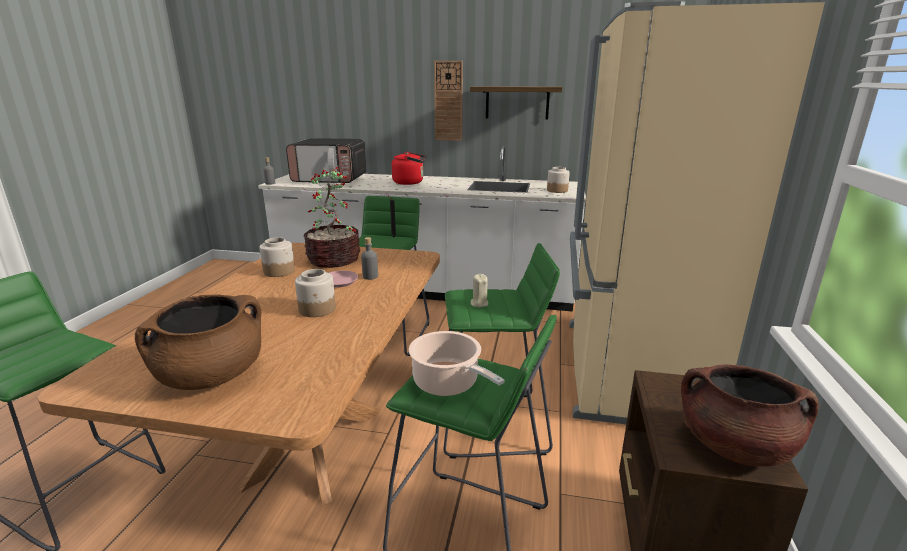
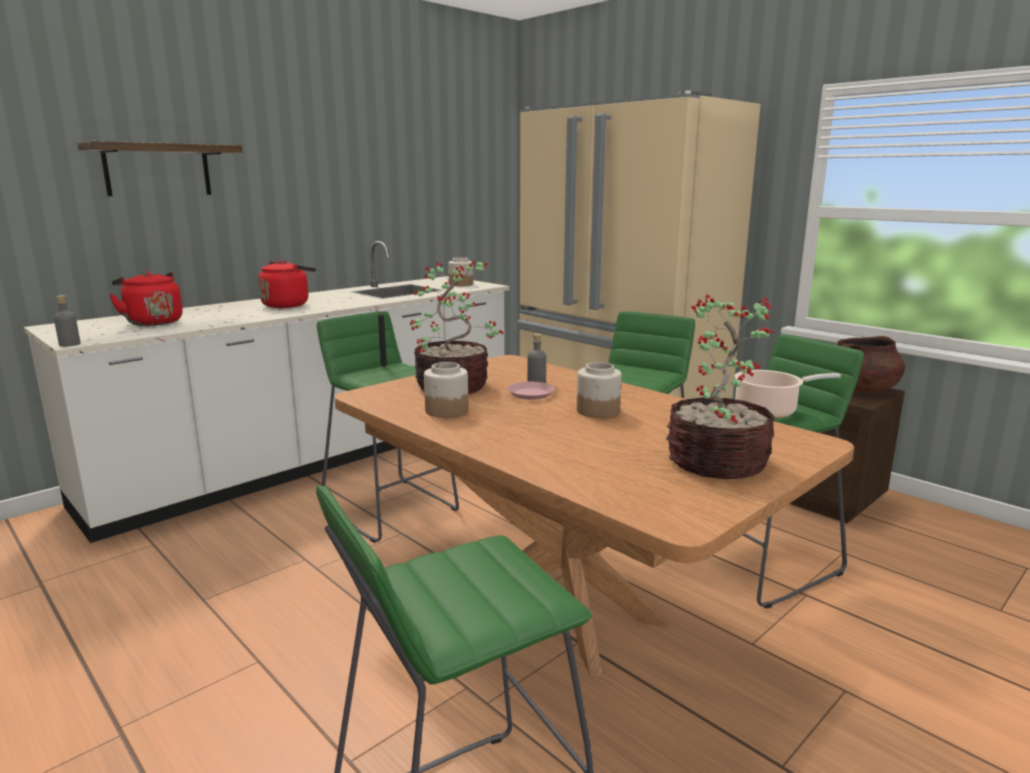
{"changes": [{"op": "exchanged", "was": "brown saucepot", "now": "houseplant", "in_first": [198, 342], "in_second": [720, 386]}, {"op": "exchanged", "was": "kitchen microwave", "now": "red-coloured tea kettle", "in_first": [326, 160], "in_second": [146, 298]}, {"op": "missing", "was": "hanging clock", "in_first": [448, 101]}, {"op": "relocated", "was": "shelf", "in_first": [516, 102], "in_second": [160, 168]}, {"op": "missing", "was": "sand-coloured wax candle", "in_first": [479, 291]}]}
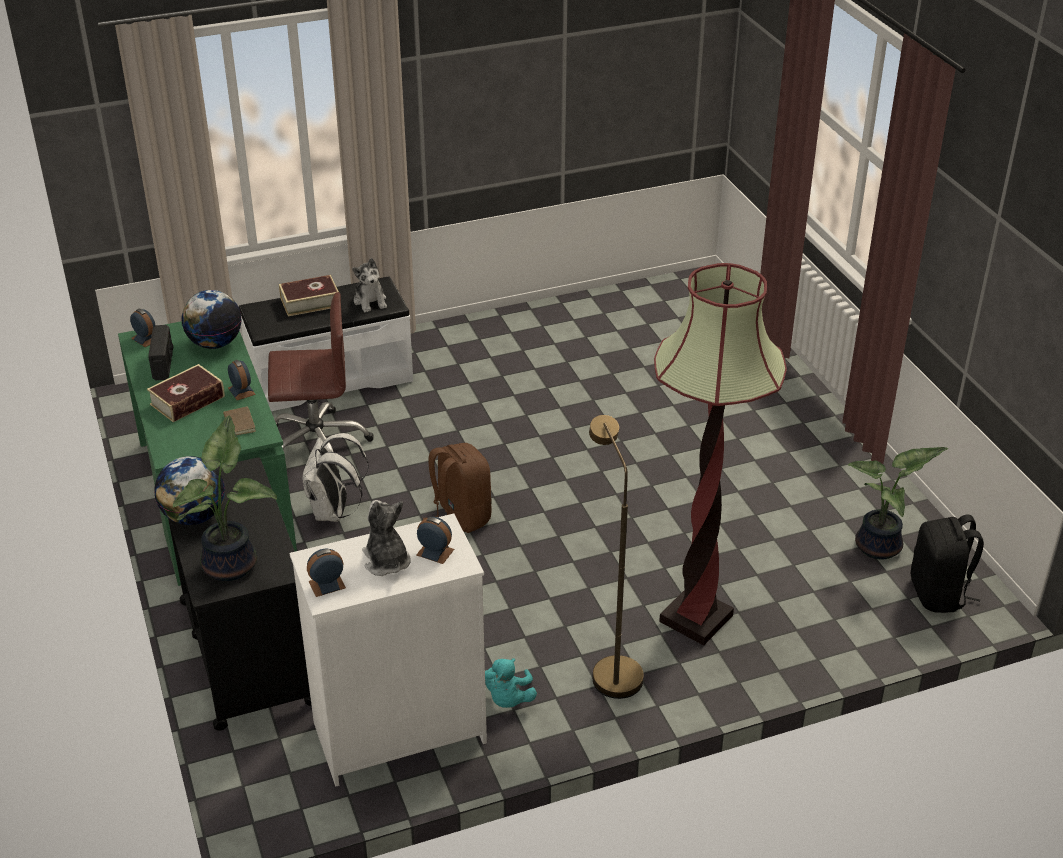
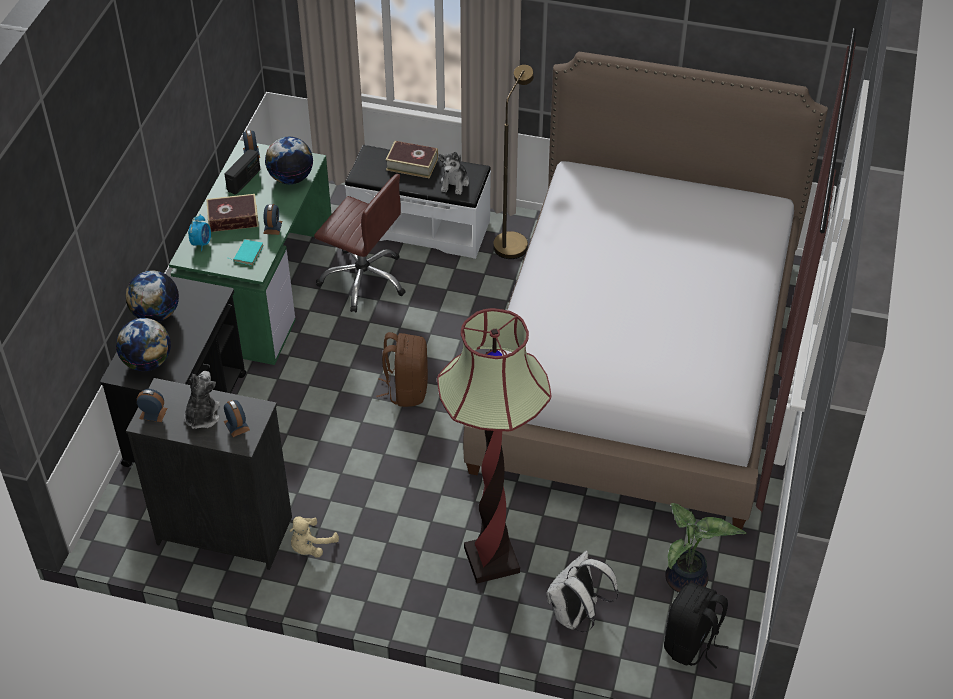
{"changes": [{"op": "exchanged", "was": "houseplant", "now": "world globe", "in_first": [225, 498], "in_second": [143, 344]}, {"op": "colour", "was": "brown volume", "now": "turquoise volume", "in_first": [239, 420], "in_second": [247, 253]}, {"op": "colour", "was": "white-coloured chest of drawers", "now": "black-coloured chest of drawers", "in_first": [388, 650], "in_second": [209, 474]}, {"op": "relocated", "was": "white-coloured rucksack", "in_first": [336, 477], "in_second": [582, 591]}, {"op": "colour", "was": "turquoise soft toy", "now": "sand-coloured soft toy", "in_first": [511, 683], "in_second": [314, 536]}, {"op": "relocated", "was": "brown floor lamp", "in_first": [616, 557], "in_second": [513, 162]}, {"op": "appeared", "now": "table clock", "in_second": [199, 232]}, {"op": "appeared", "now": "bed", "in_second": [645, 290]}]}
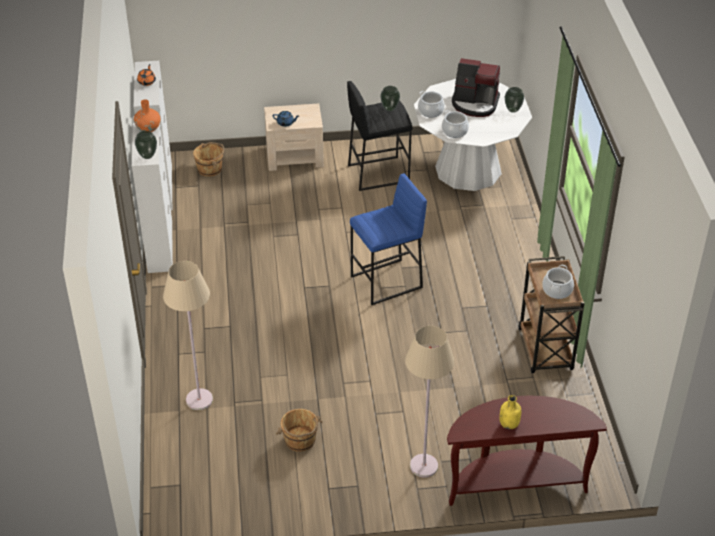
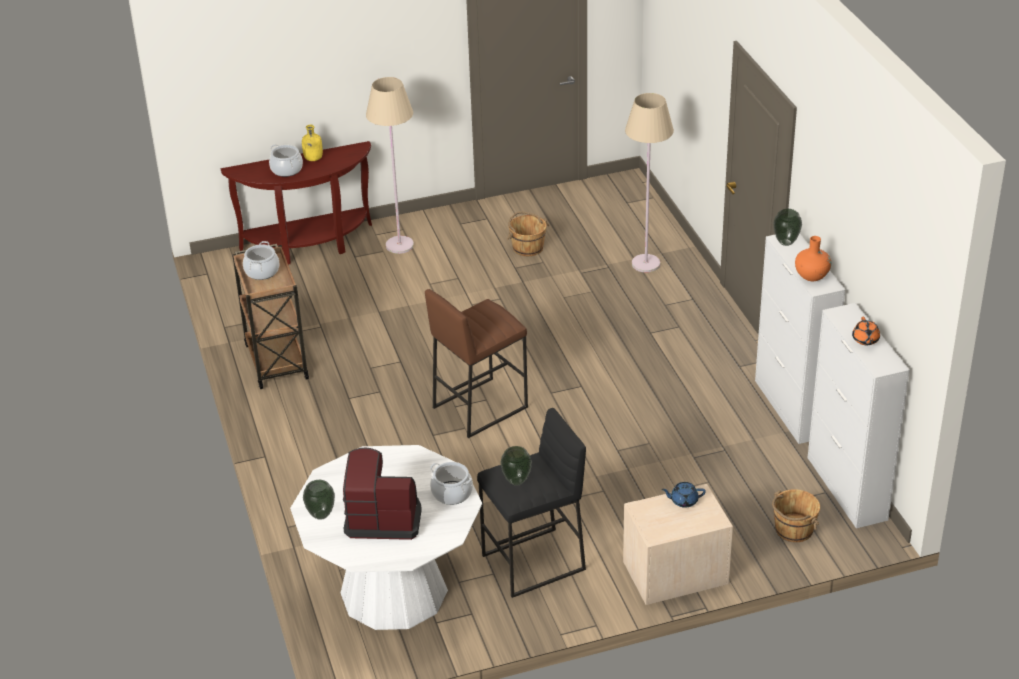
{"changes": [{"op": "colour", "was": "blue-coloured sitting stool", "now": "brown sitting stool", "in_first": [388, 239], "in_second": [476, 363]}, {"op": "relocated", "was": "saucepot", "in_first": [455, 124], "in_second": [286, 161]}]}
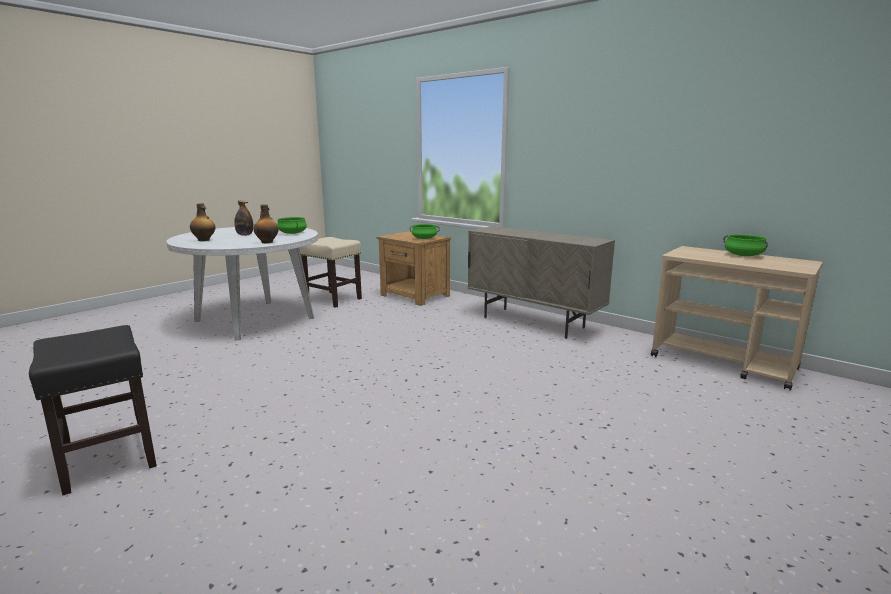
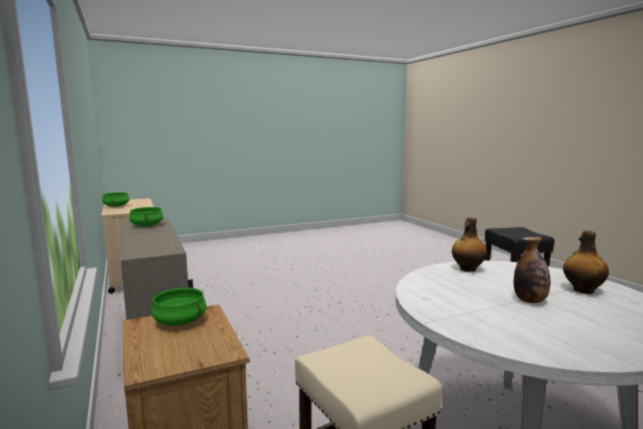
{"changes": [{"op": "relocated", "was": "greenish saucepot", "in_first": [292, 225], "in_second": [146, 216]}]}
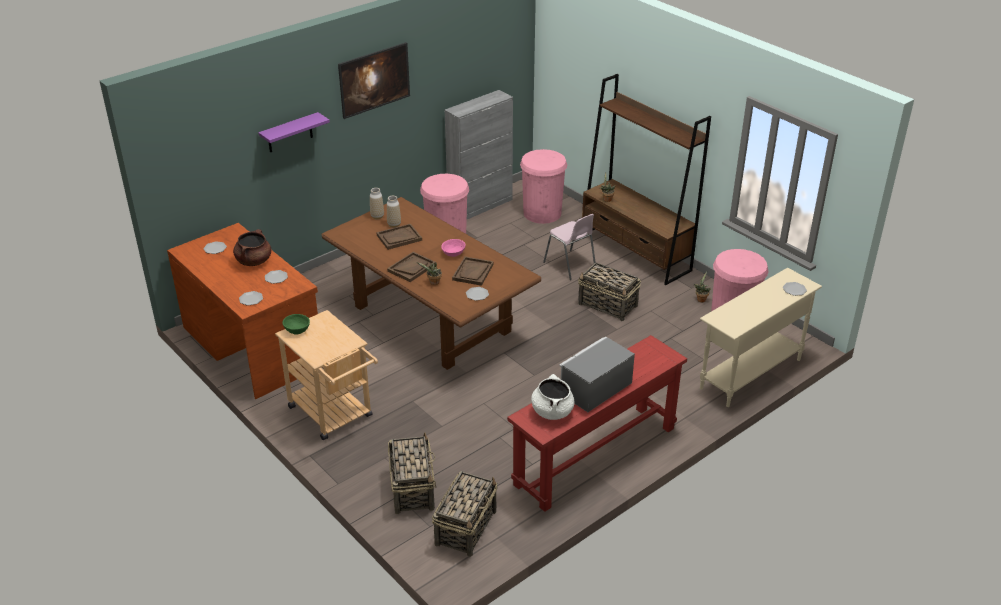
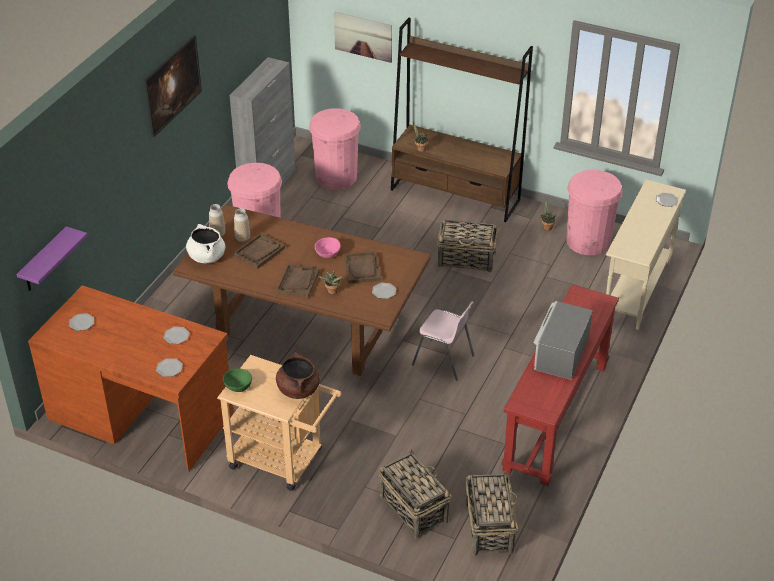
{"changes": [{"op": "relocated", "was": "brown saucepot", "in_first": [252, 247], "in_second": [298, 375]}, {"op": "relocated", "was": "purple-coloured shelf", "in_first": [294, 132], "in_second": [52, 258]}, {"op": "relocated", "was": "white-coloured saucepot", "in_first": [552, 397], "in_second": [205, 243]}, {"op": "relocated", "was": "pink upright chair", "in_first": [569, 247], "in_second": [443, 341]}, {"op": "appeared", "now": "wall picture", "in_second": [363, 37]}]}
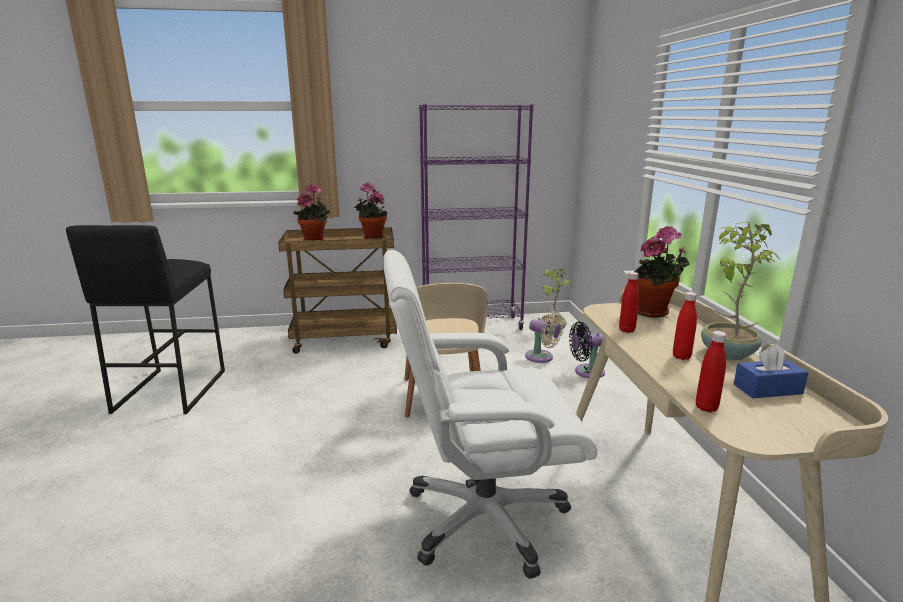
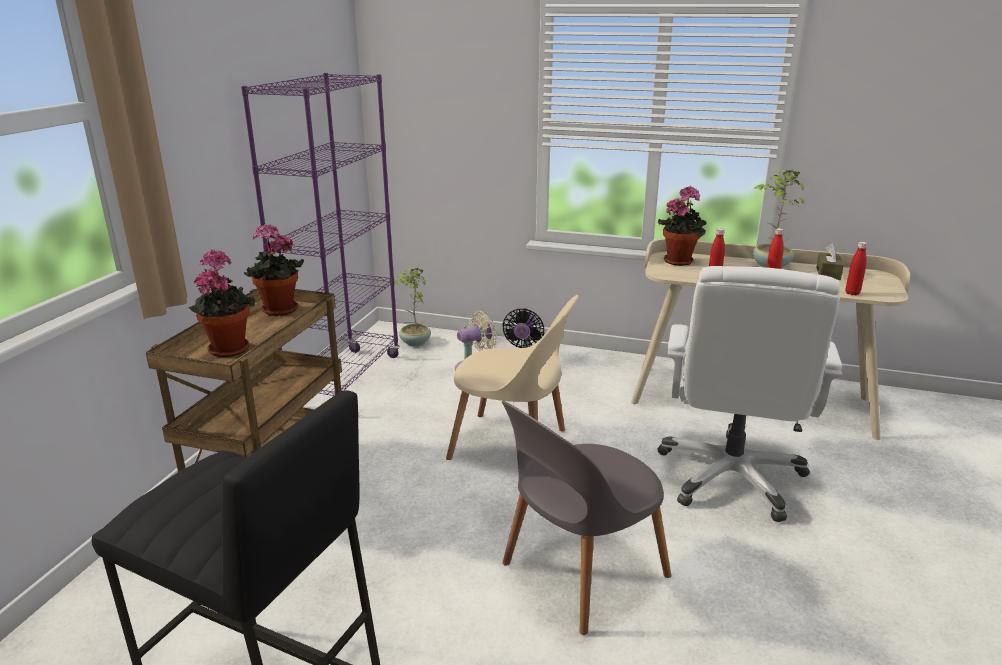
{"changes": [{"op": "colour", "was": "blue-coloured box of tissues", "now": "brown box of tissues", "in_first": [771, 371], "in_second": [830, 261]}, {"op": "appeared", "now": "greyish upright chair", "in_second": [586, 517]}]}
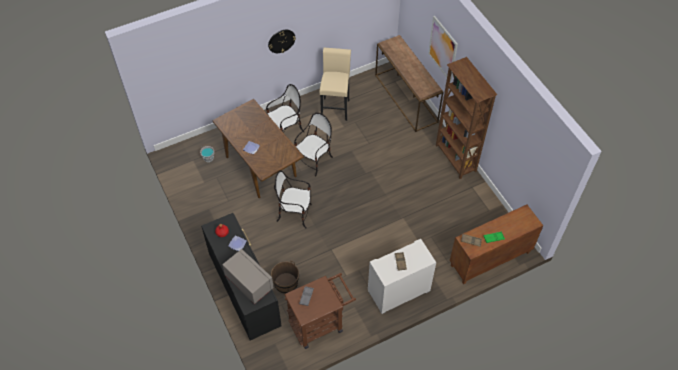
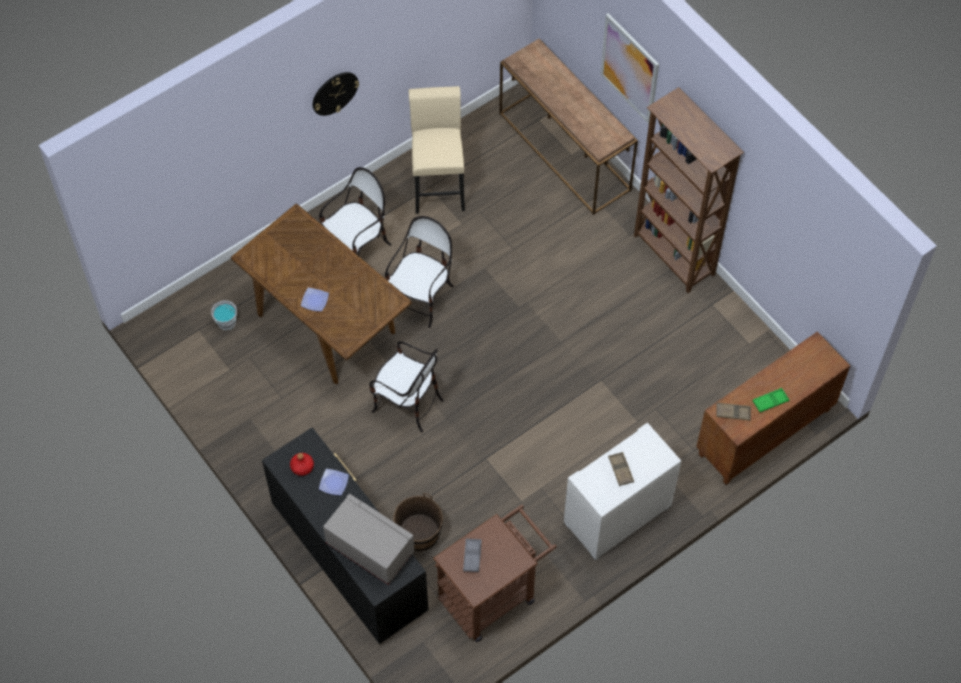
{"changes": [{"op": "spun", "was": "upright chair", "in_first": [293, 199], "in_second": [406, 386], "clockwise": -150}]}
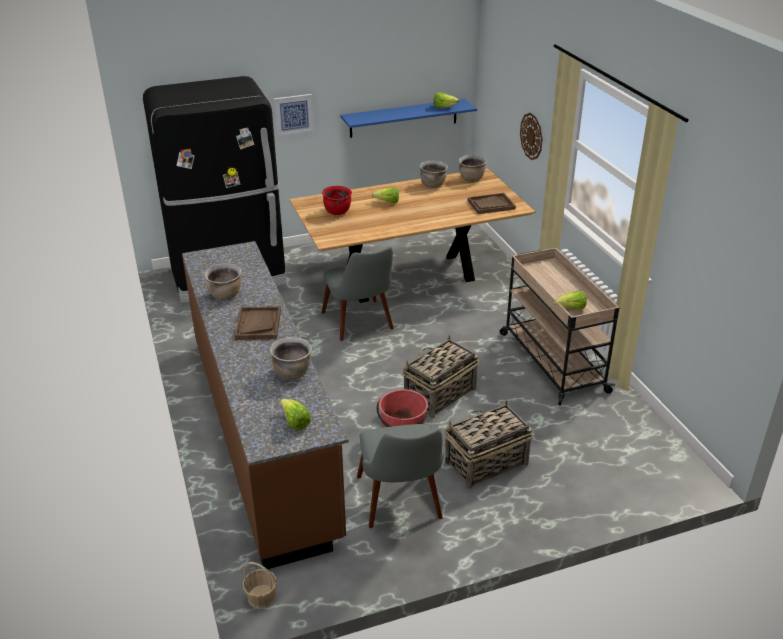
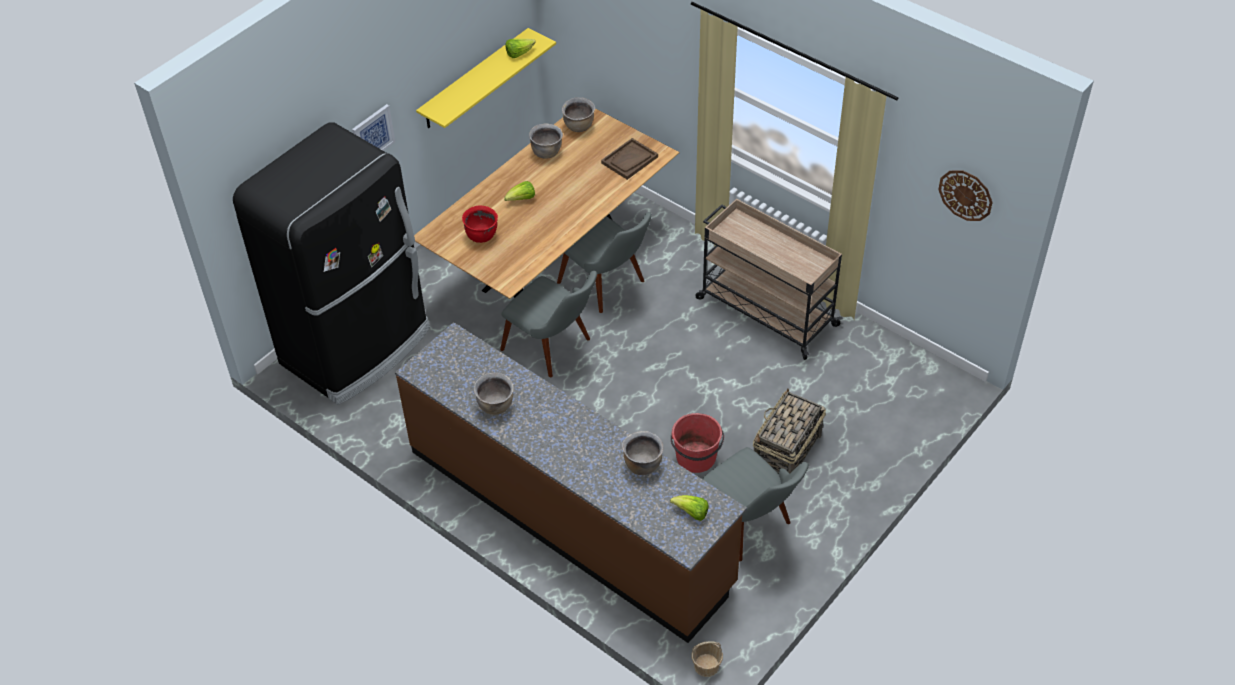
{"changes": [{"op": "missing", "was": "brown tray", "in_first": [258, 323]}, {"op": "colour", "was": "blue-coloured shelf", "now": "yellow shelf", "in_first": [408, 118], "in_second": [486, 78]}, {"op": "missing", "was": "storage basket", "in_first": [441, 376]}, {"op": "relocated", "was": "hanging clock", "in_first": [531, 136], "in_second": [965, 195]}, {"op": "missing", "was": "head of lettuce", "in_first": [570, 300]}, {"op": "appeared", "now": "greyish upright chair", "in_second": [604, 262]}]}
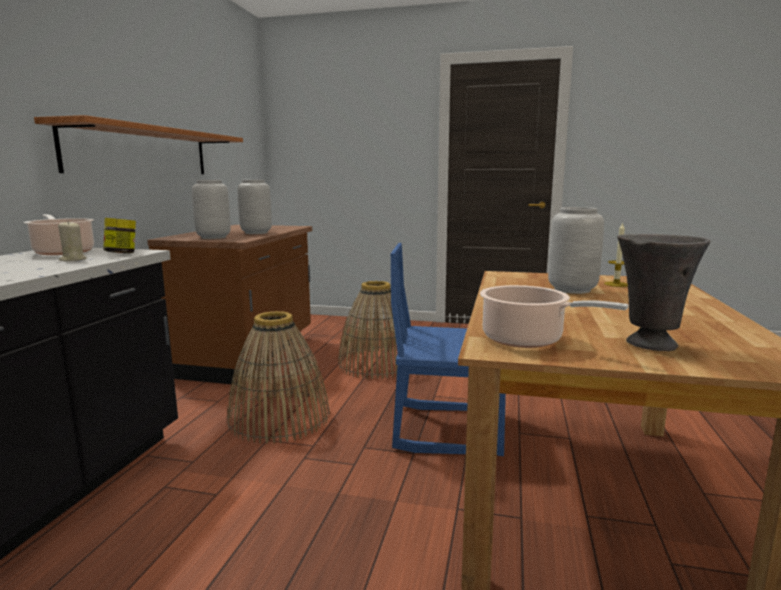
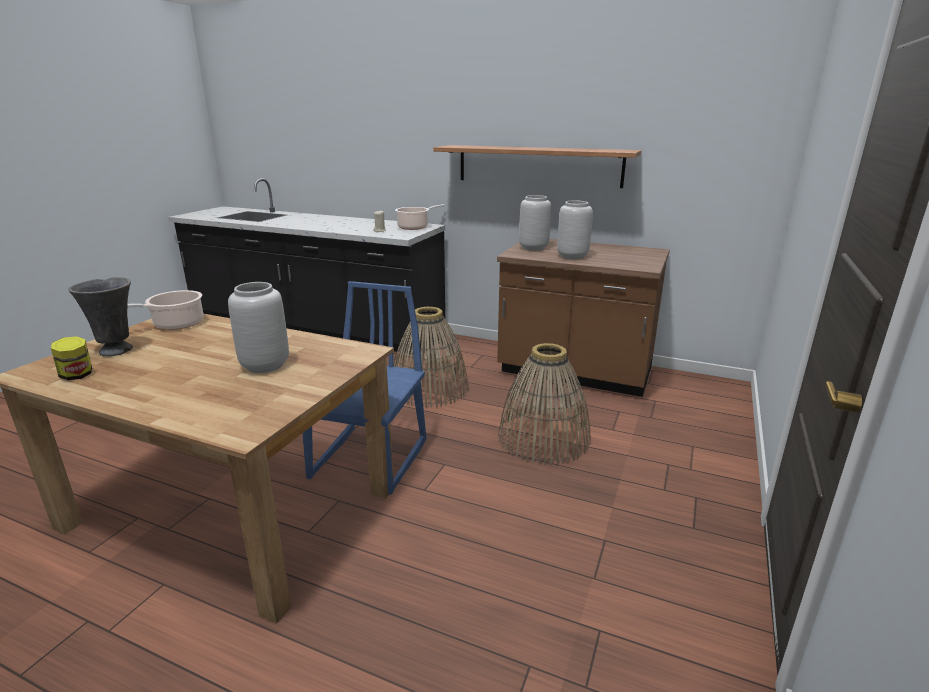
{"changes": [{"op": "relocated", "was": "storage jar", "in_first": [119, 235], "in_second": [71, 358]}, {"op": "missing", "was": "wax candle", "in_first": [616, 254]}]}
